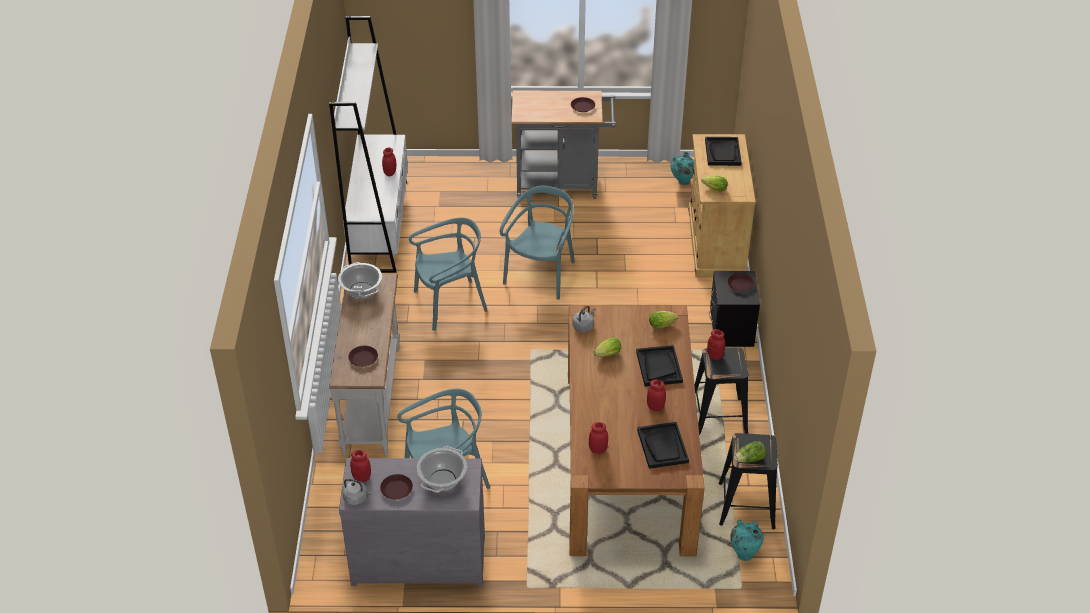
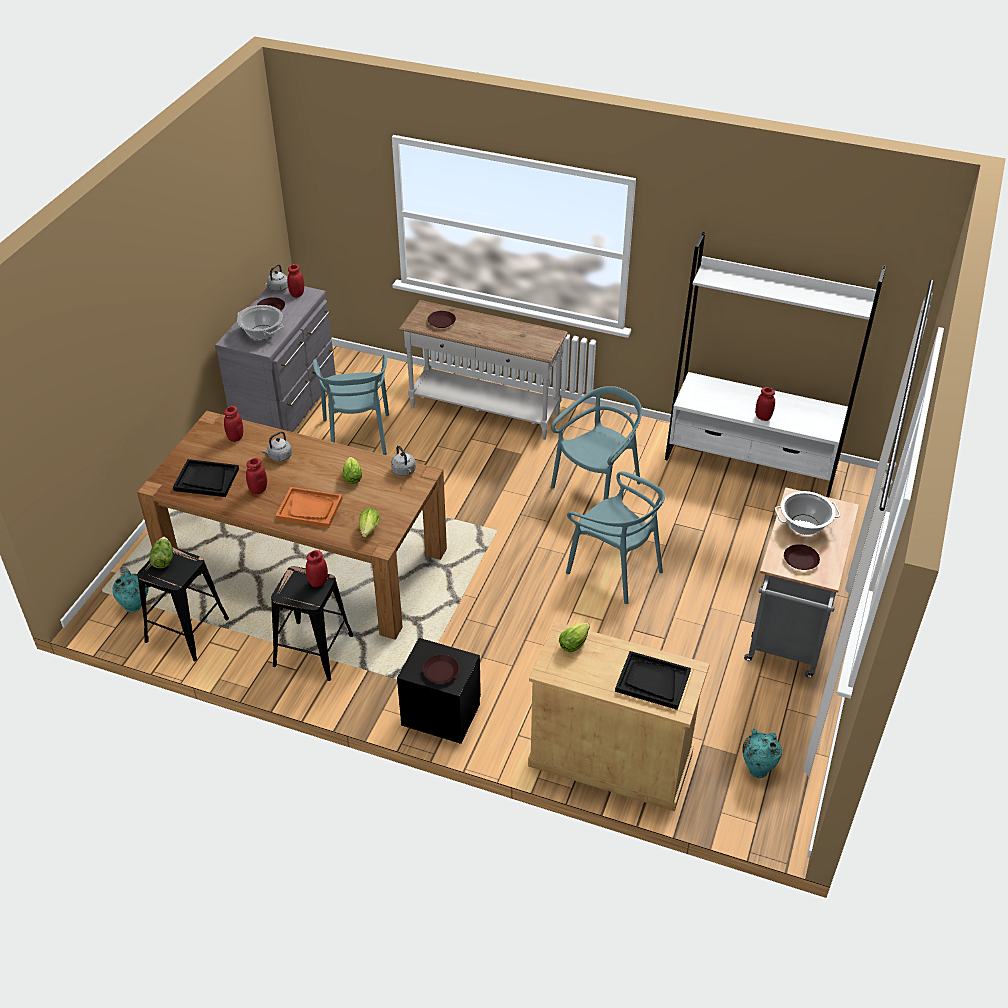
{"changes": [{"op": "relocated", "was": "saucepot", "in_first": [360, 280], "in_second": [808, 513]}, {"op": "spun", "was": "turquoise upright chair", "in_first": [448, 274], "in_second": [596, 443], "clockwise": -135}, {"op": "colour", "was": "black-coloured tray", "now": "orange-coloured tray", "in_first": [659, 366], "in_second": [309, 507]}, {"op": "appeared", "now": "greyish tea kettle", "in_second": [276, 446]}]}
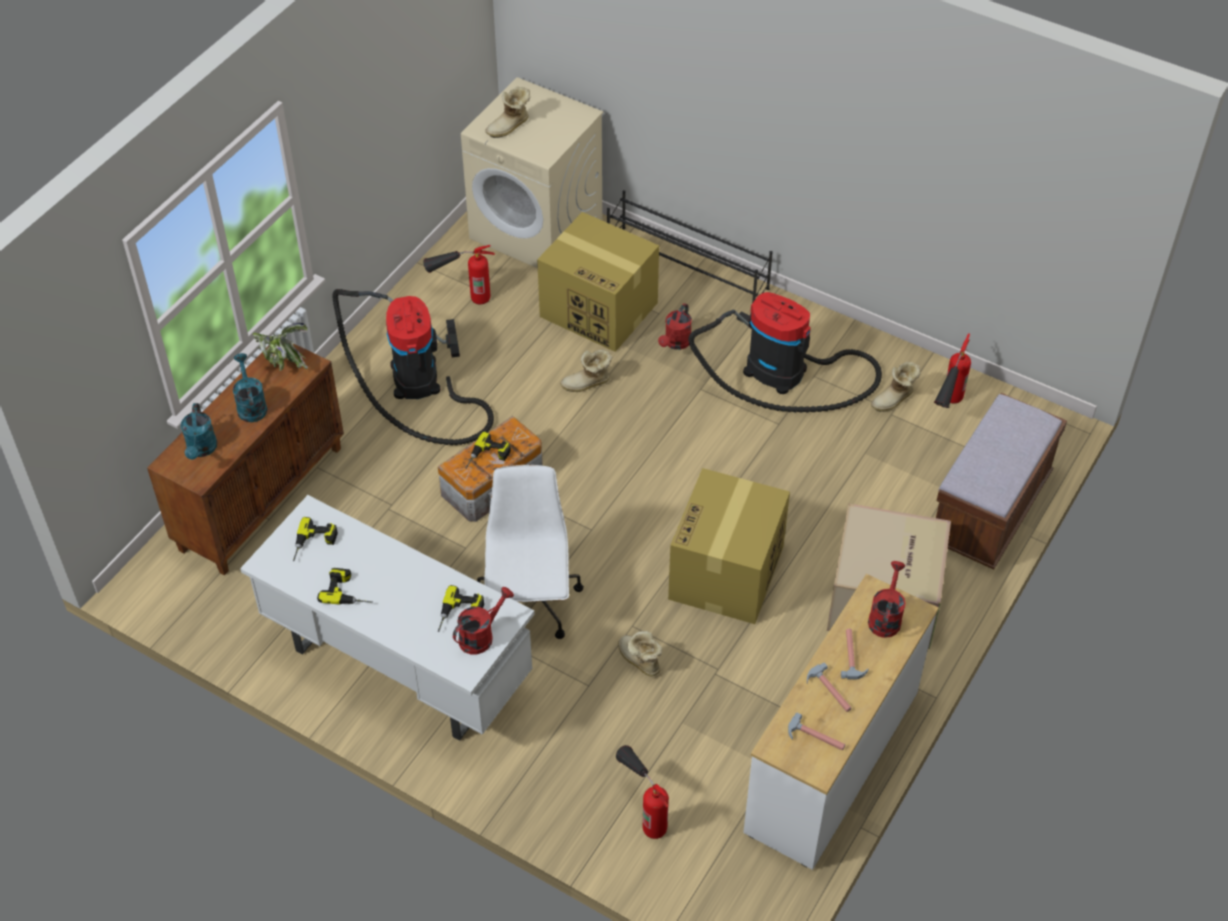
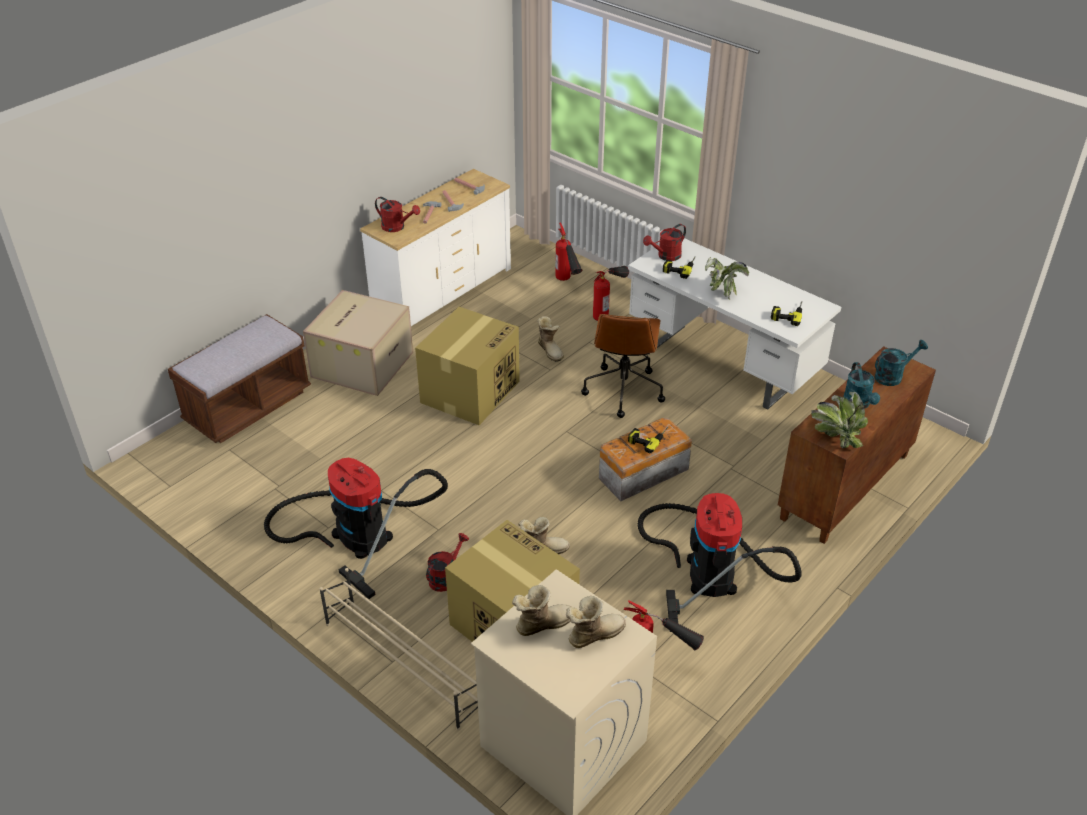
{"changes": [{"op": "spun", "was": "turquoise watering pot", "in_first": [199, 431], "in_second": [901, 363], "clockwise": 60}, {"op": "missing", "was": "drill", "in_first": [345, 586]}, {"op": "colour", "was": "white-coloured office chair", "now": "brown office chair", "in_first": [530, 552], "in_second": [623, 366]}, {"op": "colour", "was": "black-coloured shoe shelf", "now": "sand-coloured shoe shelf", "in_first": [690, 246], "in_second": [398, 649]}, {"op": "spun", "was": "red-coloured watering pot", "in_first": [887, 599], "in_second": [397, 214], "clockwise": -90}, {"op": "relocated", "was": "tall boot", "in_first": [895, 386], "in_second": [542, 610]}, {"op": "relocated", "was": "fire extinguisher", "in_first": [952, 370], "in_second": [611, 293]}, {"op": "appeared", "now": "houseplant", "in_second": [727, 278]}]}
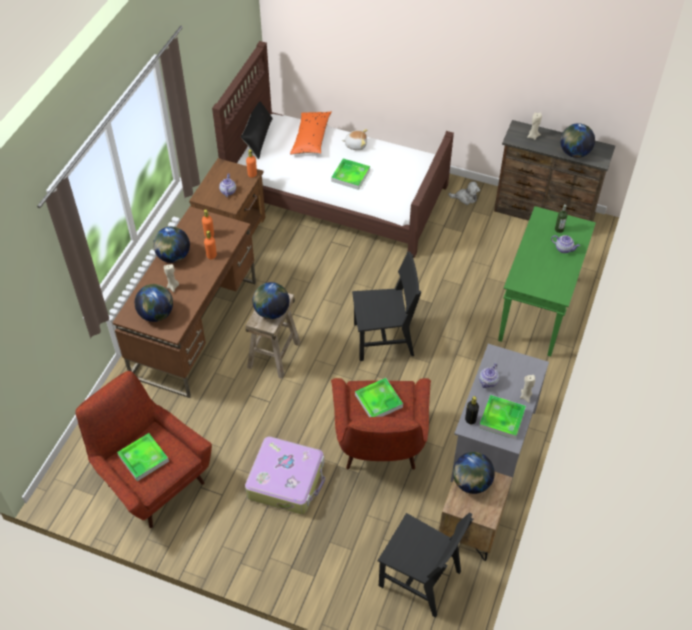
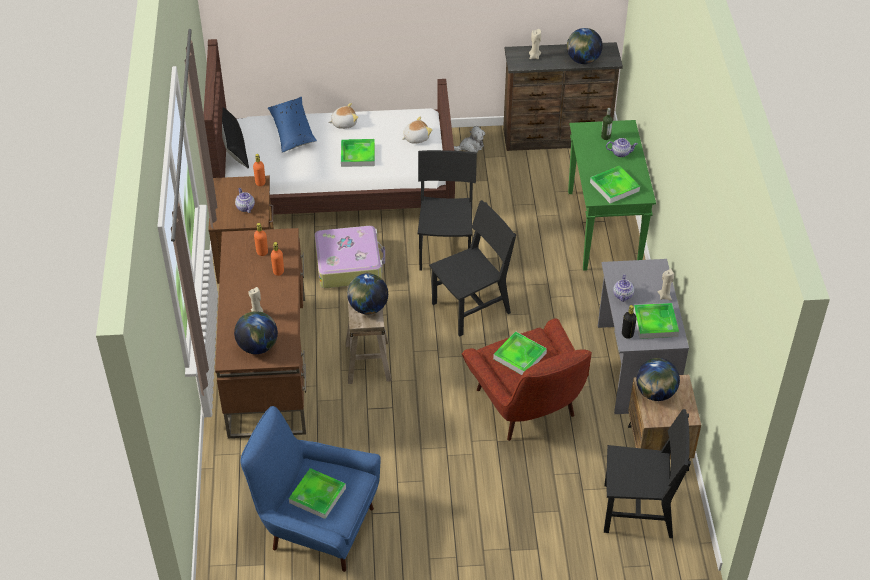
{"changes": [{"op": "colour", "was": "red-coloured lounge chair", "now": "blue-coloured lounge chair", "in_first": [143, 449], "in_second": [310, 489]}, {"op": "missing", "was": "world globe", "in_first": [171, 245]}, {"op": "relocated", "was": "piece of luggage", "in_first": [285, 475], "in_second": [349, 257]}, {"op": "colour", "was": "orange-coloured throw pillow", "now": "blue-coloured throw pillow", "in_first": [311, 133], "in_second": [292, 125]}, {"op": "appeared", "now": "soft toy", "in_second": [417, 130]}, {"op": "appeared", "now": "black-coloured upright chair", "in_second": [447, 210]}, {"op": "appeared", "now": "tray", "in_second": [615, 184]}]}
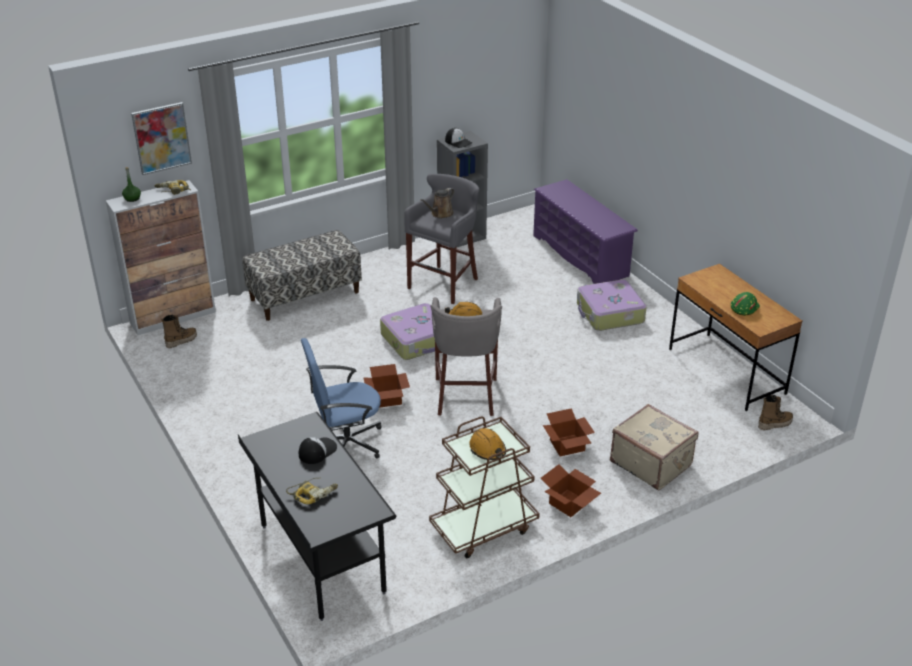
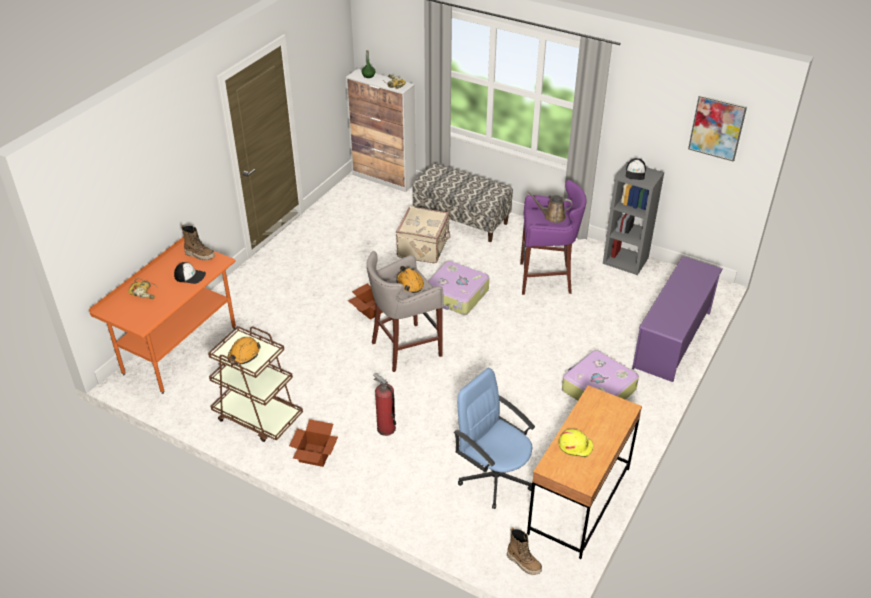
{"changes": [{"op": "relocated", "was": "wall picture", "in_first": [161, 138], "in_second": [717, 128]}, {"op": "relocated", "was": "tall boot", "in_first": [179, 331], "in_second": [198, 243]}, {"op": "colour", "was": "black-coloured desk unit", "now": "orange-coloured desk unit", "in_first": [317, 516], "in_second": [162, 315]}, {"op": "relocated", "was": "blue-coloured office chair", "in_first": [341, 398], "in_second": [494, 438]}, {"op": "colour", "was": "greyish sitting stool", "now": "purple-coloured sitting stool", "in_first": [441, 239], "in_second": [553, 237]}, {"op": "exchanged", "was": "packing box", "now": "fire extinguisher", "in_first": [569, 432], "in_second": [384, 404]}, {"op": "relocated", "was": "sand-coloured piece of luggage", "in_first": [654, 447], "in_second": [423, 234]}, {"op": "colour", "was": "greenish work helmet", "now": "yellow work helmet", "in_first": [745, 304], "in_second": [575, 443]}]}
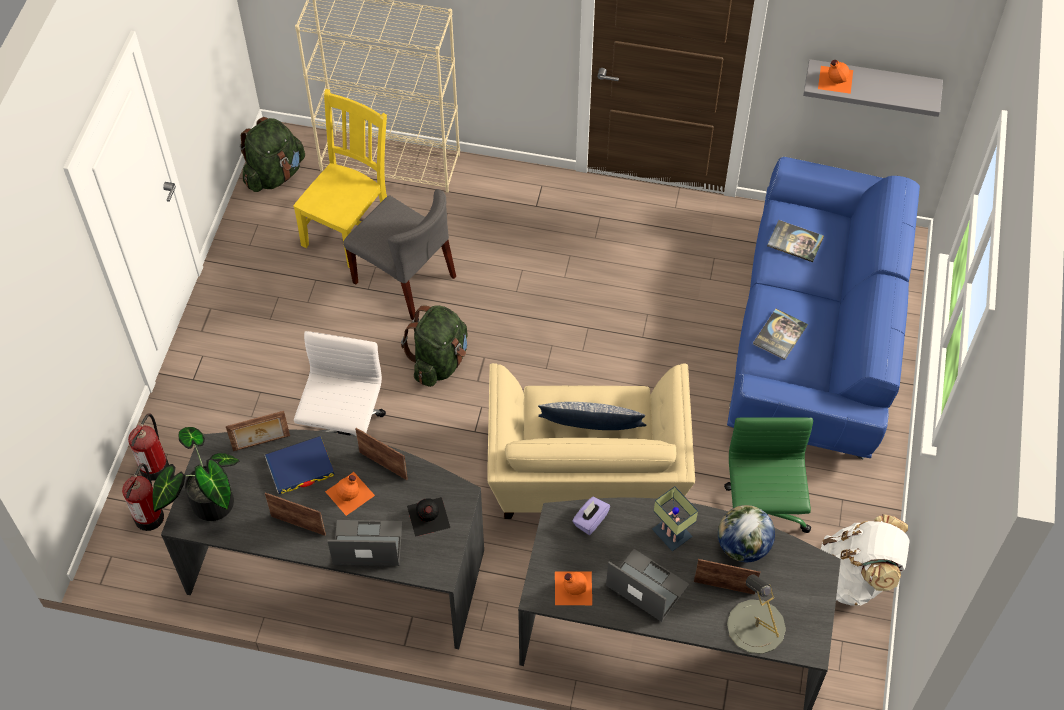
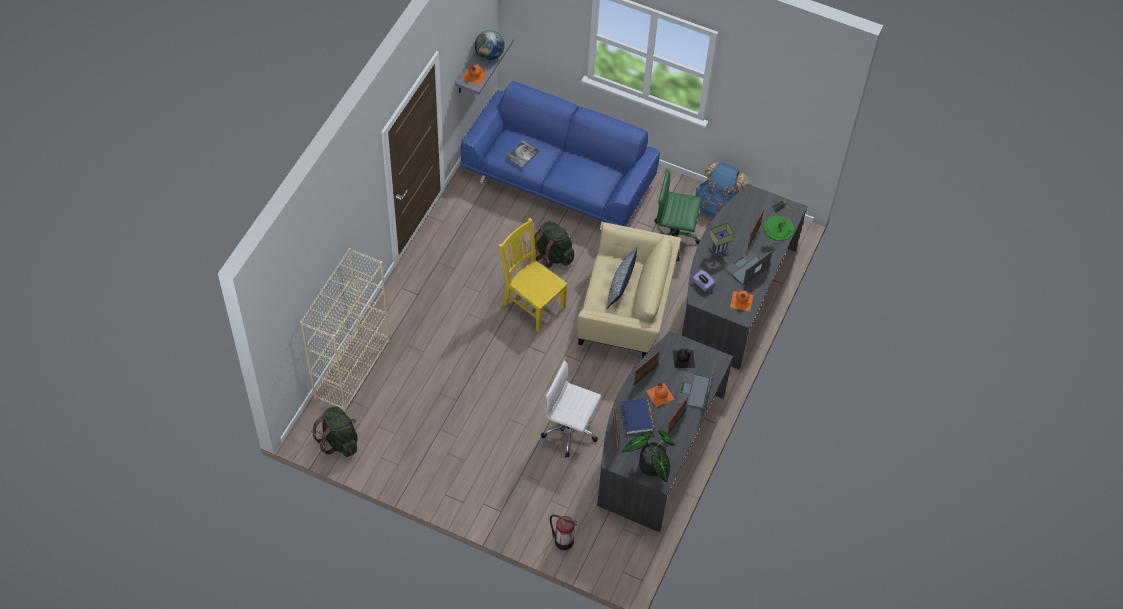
{"changes": [{"op": "missing", "was": "fire extinguisher", "in_first": [143, 497]}, {"op": "relocated", "was": "yellow upright chair", "in_first": [340, 178], "in_second": [532, 275]}, {"op": "missing", "was": "greyish upright chair", "in_first": [400, 254]}, {"op": "relocated", "was": "greenish rucksack", "in_first": [434, 346], "in_second": [554, 244]}, {"op": "relocated", "was": "world globe", "in_first": [746, 533], "in_second": [490, 45]}, {"op": "colour", "was": "greyish lamp for a table", "now": "greenish lamp for a table", "in_first": [756, 614], "in_second": [780, 220]}, {"op": "missing", "was": "volume", "in_first": [780, 334]}, {"op": "colour", "was": "white-coloured rucksack", "now": "blue-coloured rucksack", "in_first": [865, 560], "in_second": [721, 190]}]}
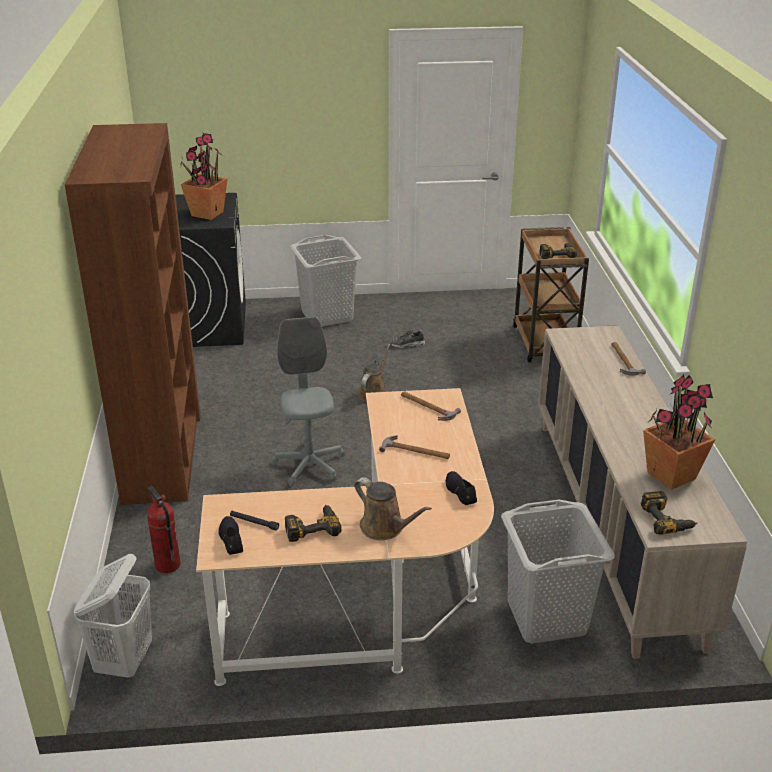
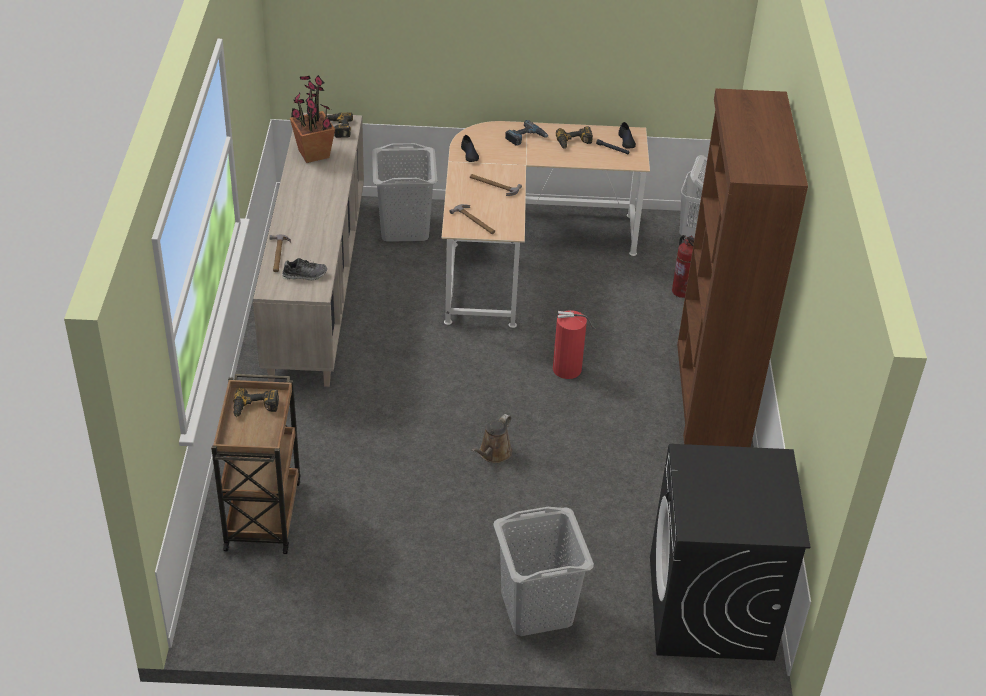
{"changes": [{"op": "missing", "was": "houseplant", "in_first": [204, 176]}, {"op": "exchanged", "was": "greyish office chair", "now": "fire extinguisher", "in_first": [308, 401], "in_second": [574, 344]}, {"op": "exchanged", "was": "brown watering pot", "now": "drill", "in_first": [393, 508], "in_second": [526, 133]}, {"op": "relocated", "was": "shoe", "in_first": [407, 339], "in_second": [304, 269]}]}
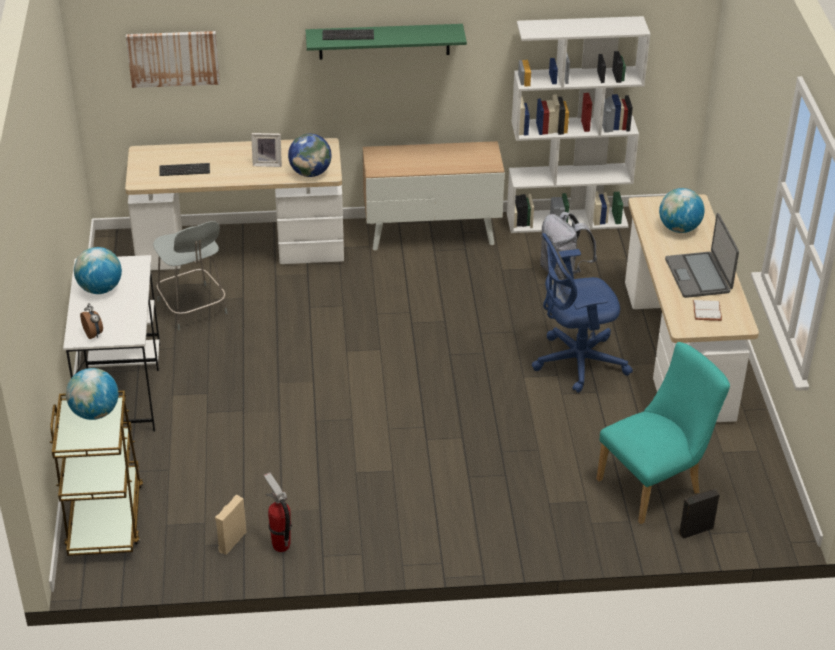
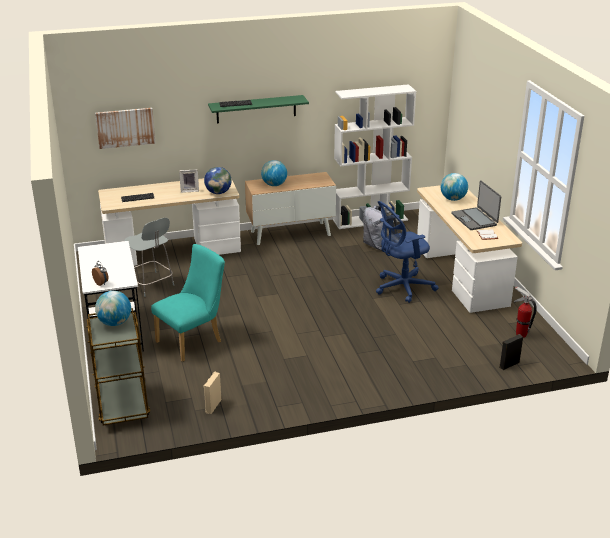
{"changes": [{"op": "relocated", "was": "world globe", "in_first": [98, 270], "in_second": [274, 173]}, {"op": "relocated", "was": "fire extinguisher", "in_first": [278, 512], "in_second": [525, 312]}, {"op": "relocated", "was": "turquoise upright chair", "in_first": [663, 433], "in_second": [188, 303]}]}
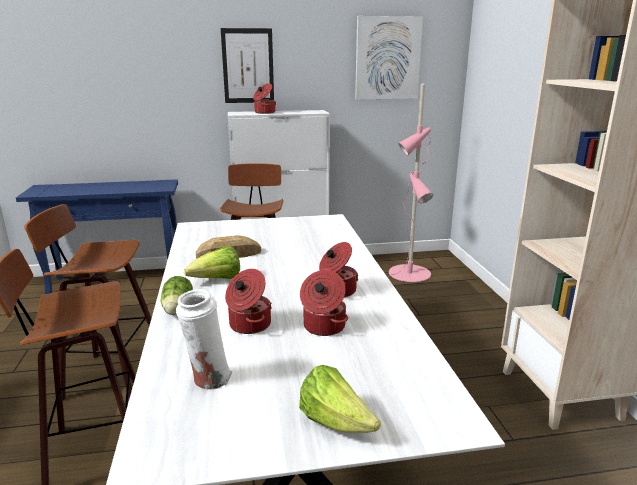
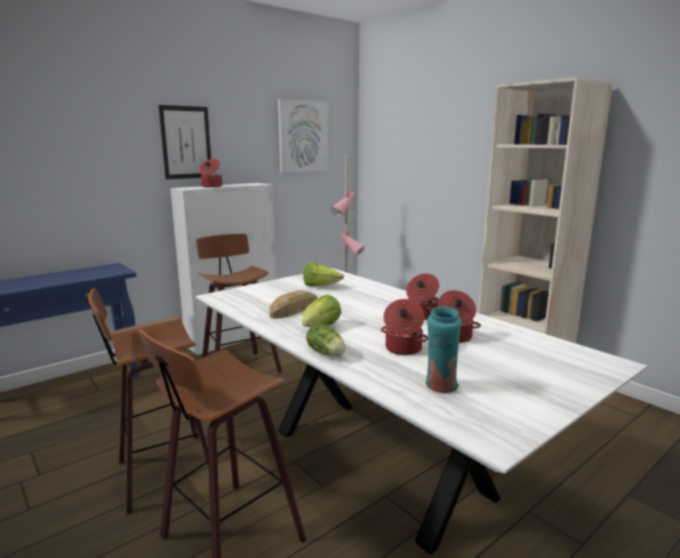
{"changes": [{"op": "colour", "was": "white-coloured vase", "now": "turquoise vase", "in_first": [204, 339], "in_second": [444, 349]}, {"op": "relocated", "was": "head of lettuce", "in_first": [340, 399], "in_second": [323, 274]}]}
